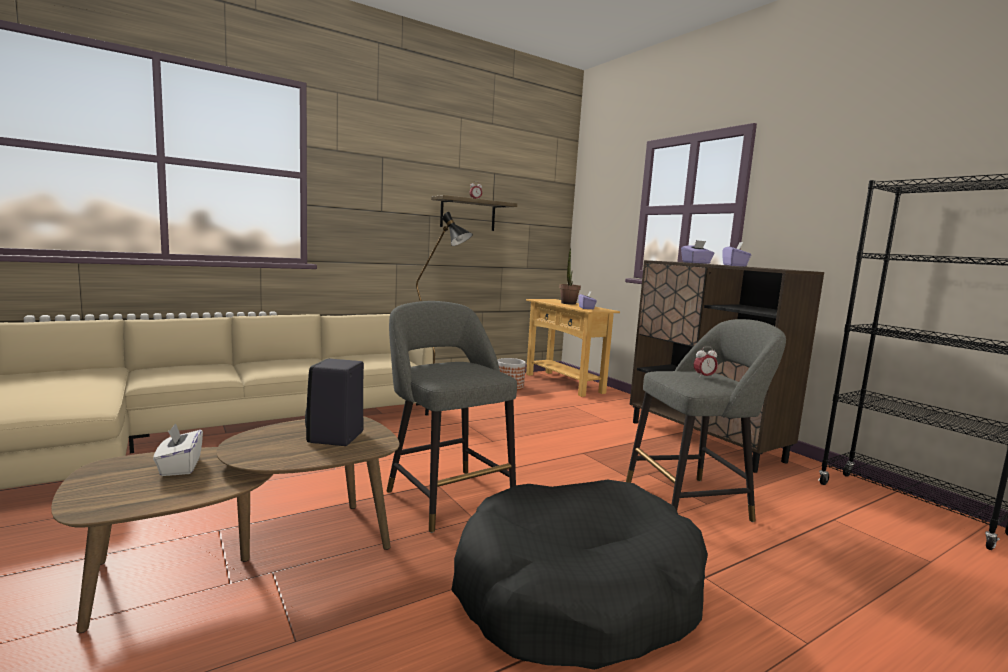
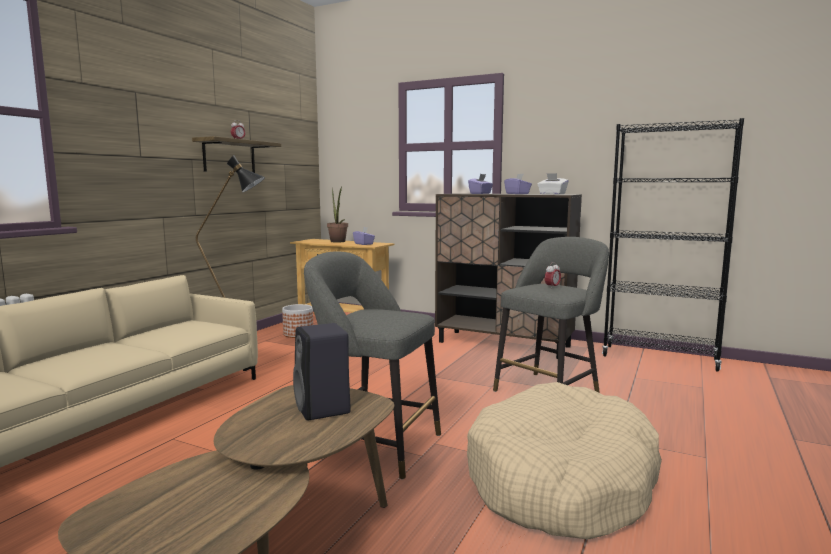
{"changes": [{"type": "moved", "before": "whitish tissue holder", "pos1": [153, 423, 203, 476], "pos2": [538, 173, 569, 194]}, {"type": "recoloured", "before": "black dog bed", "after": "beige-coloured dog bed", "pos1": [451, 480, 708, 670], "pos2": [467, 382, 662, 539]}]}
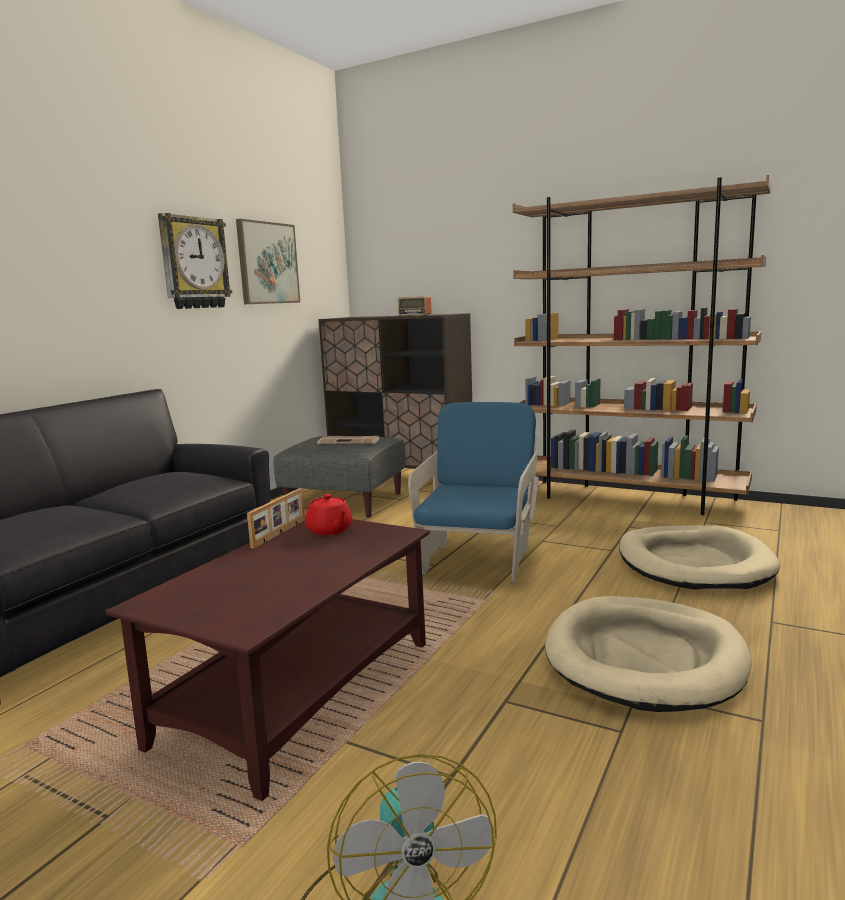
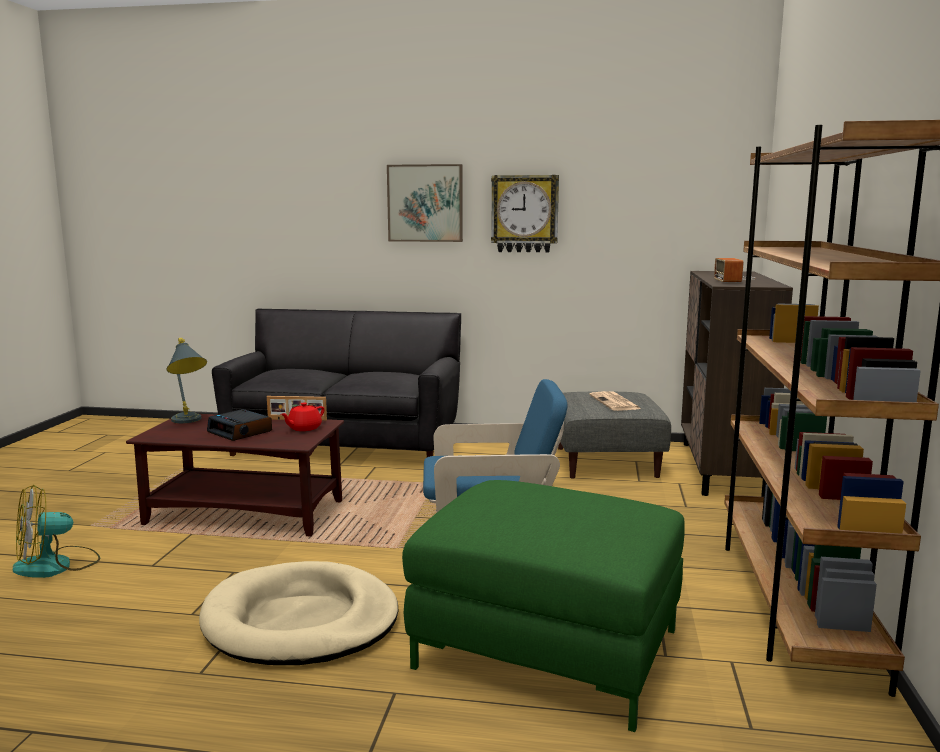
{"changes": [{"type": "added", "after": "grey tabletop lamp", "pos2": [166, 338, 207, 423]}, {"type": "added", "after": "alarm clock", "pos2": [207, 409, 272, 441]}, {"type": "moved", "before": "wall art", "pos1": [236, 219, 300, 304], "pos2": [387, 164, 463, 242]}, {"type": "replaced", "before": "beige-coloured dog bed", "after": "green footrest", "pos1": [619, 525, 780, 590], "pos2": [402, 480, 685, 732]}]}
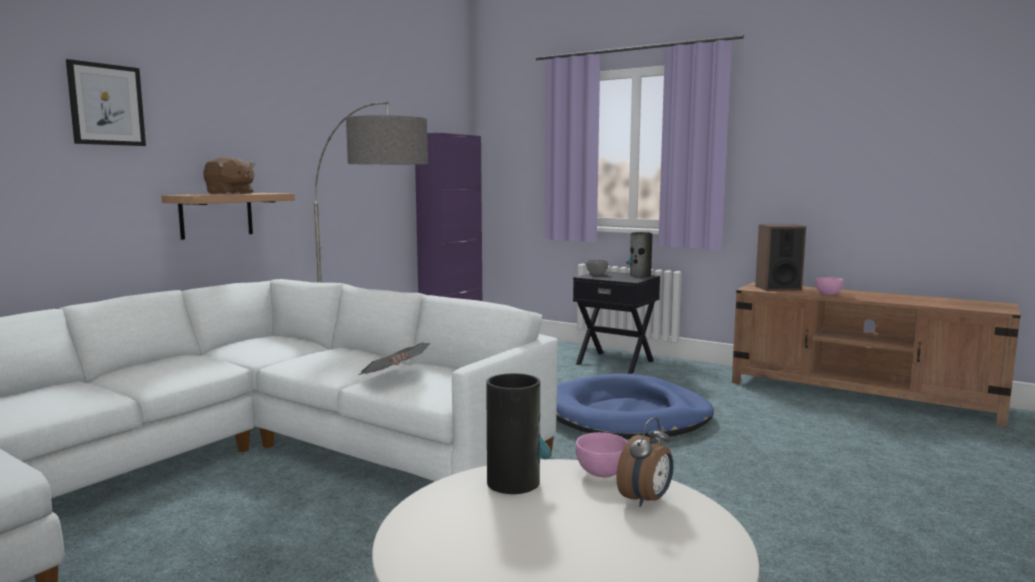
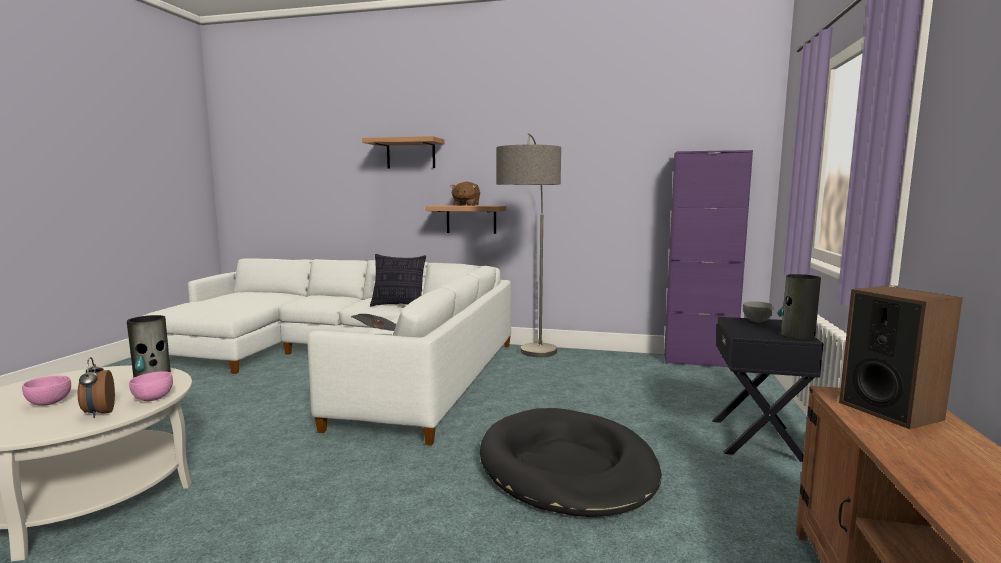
{"changes": [{"type": "added", "after": "pillow", "pos2": [370, 254, 426, 306]}, {"type": "moved", "before": "pinkish deep dish", "pos1": [815, 277, 844, 295], "pos2": [22, 376, 71, 406]}, {"type": "replaced", "before": "wall art", "after": "bracket shelf", "pos1": [66, 59, 146, 146], "pos2": [362, 136, 445, 169]}, {"type": "recoloured", "before": "bluish dog bed", "after": "black dog bed", "pos1": [556, 374, 714, 439], "pos2": [480, 408, 662, 517]}, {"type": "turned", "before": "alarm clock", "pos1": [616, 417, 673, 507], "pos2": [77, 357, 115, 418], "turn": 45}]}
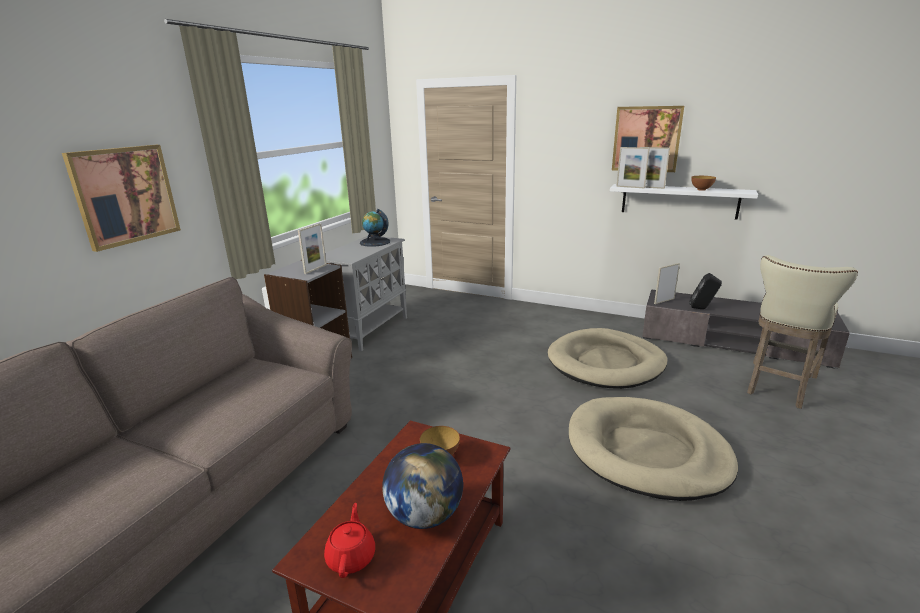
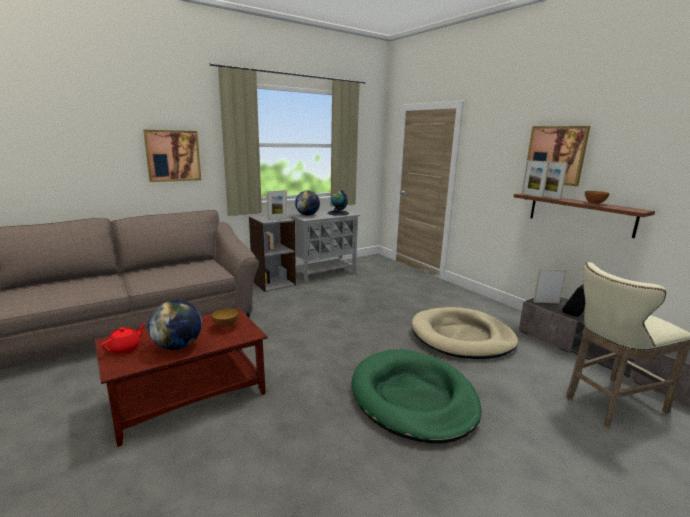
{"changes": [{"type": "added", "after": "world globe", "pos2": [295, 191, 320, 216]}, {"type": "recoloured", "before": "beige-coloured dog bed", "after": "green dog bed", "pos1": [569, 397, 738, 501], "pos2": [352, 349, 482, 443]}, {"type": "recoloured", "before": "whitish bracket shelf", "after": "brownish bracket shelf", "pos1": [610, 184, 758, 220], "pos2": [514, 193, 655, 238]}]}
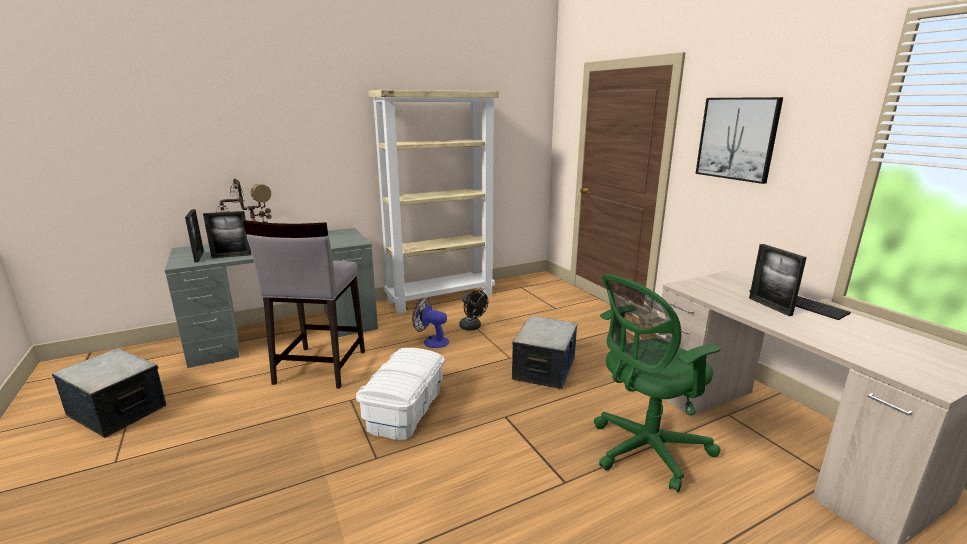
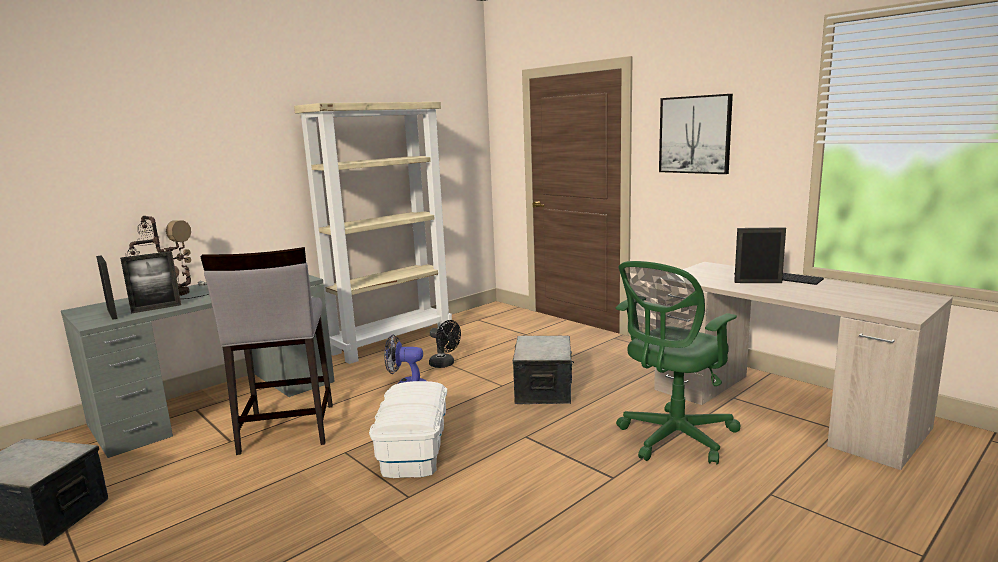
{"changes": [{"type": "turned", "before": "standing frame", "pos1": [749, 244, 807, 316], "pos2": [734, 227, 786, 283], "turn": 135}]}
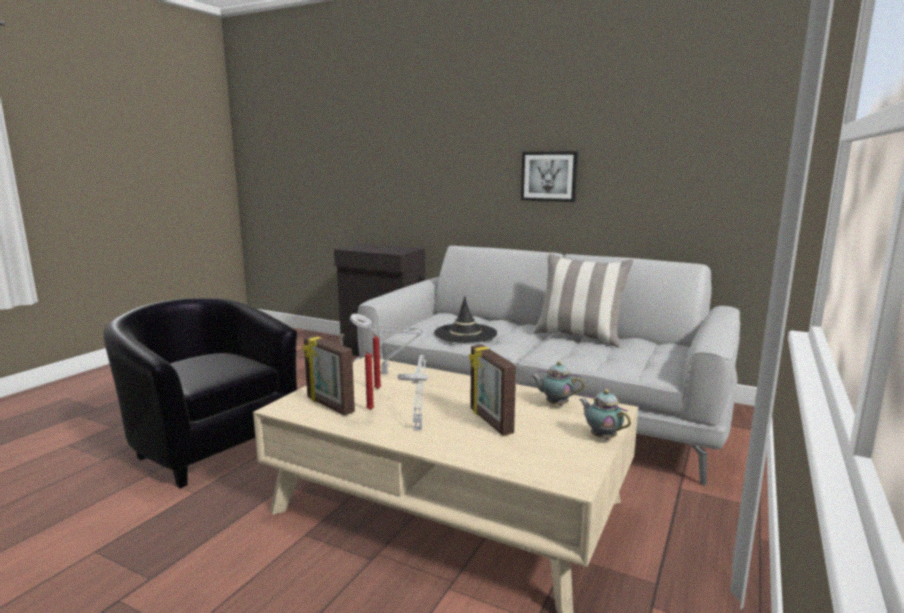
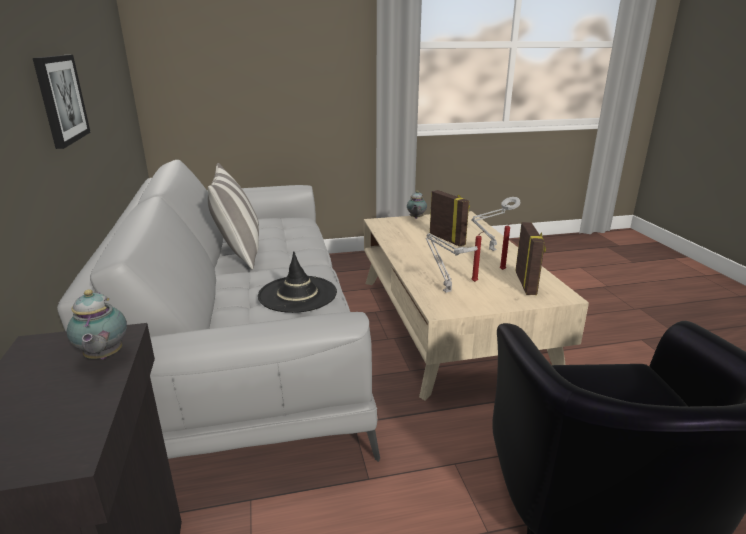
{"changes": [{"type": "moved", "before": "teapot", "pos1": [530, 361, 585, 405], "pos2": [67, 289, 127, 359]}, {"type": "turned", "before": "standing frame", "pos1": [469, 344, 516, 436], "pos2": [430, 190, 470, 247], "turn": -60}]}
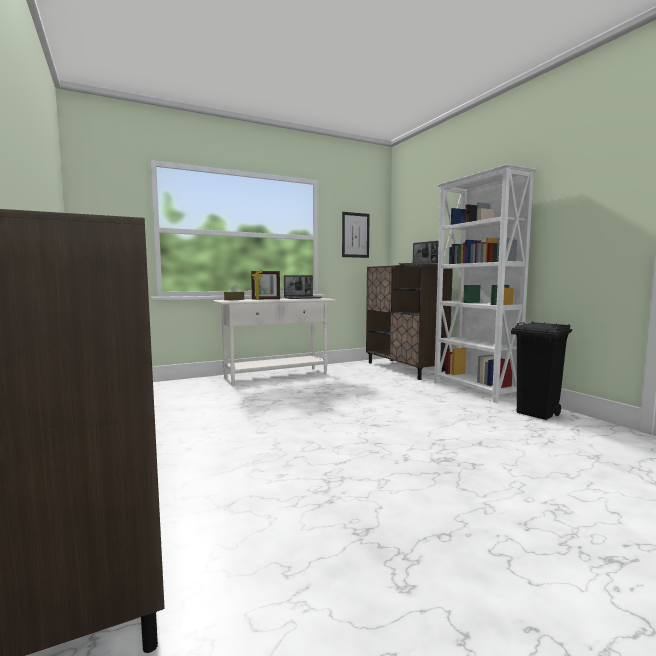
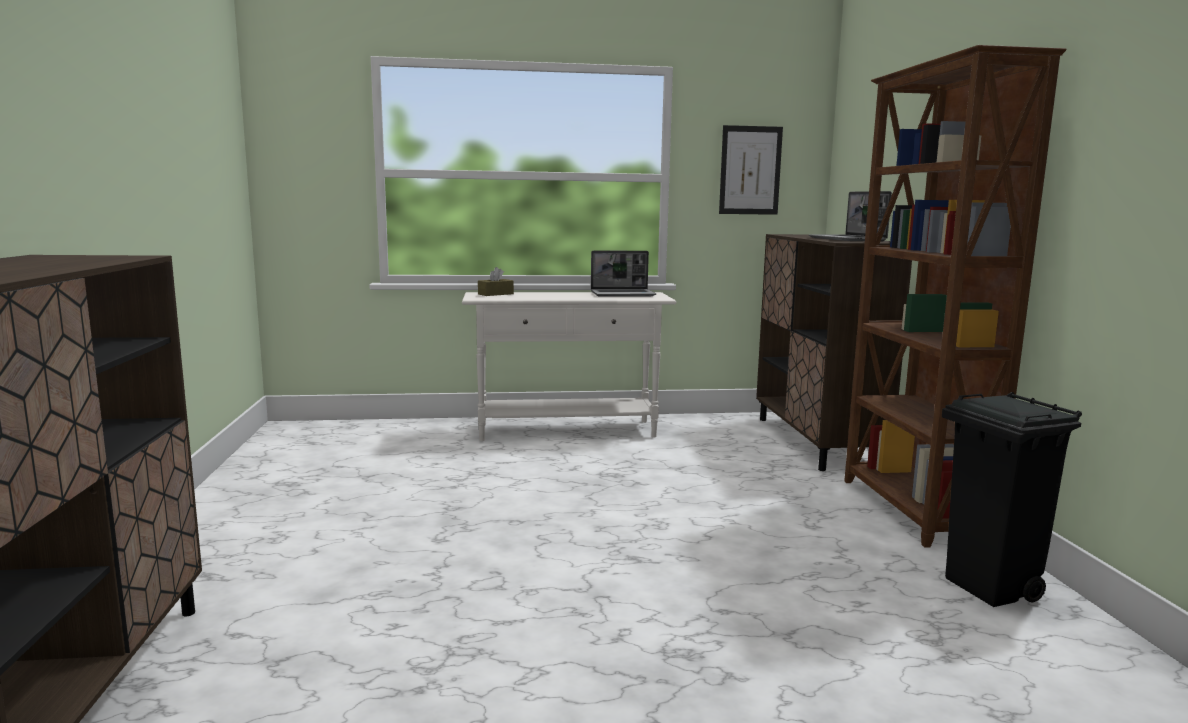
{"changes": [{"type": "removed", "before": "standing frame", "pos1": [251, 270, 280, 300]}, {"type": "recoloured", "before": "whitish bookshelf", "after": "brownish bookshelf", "pos1": [434, 164, 537, 403], "pos2": [844, 45, 1066, 548]}]}
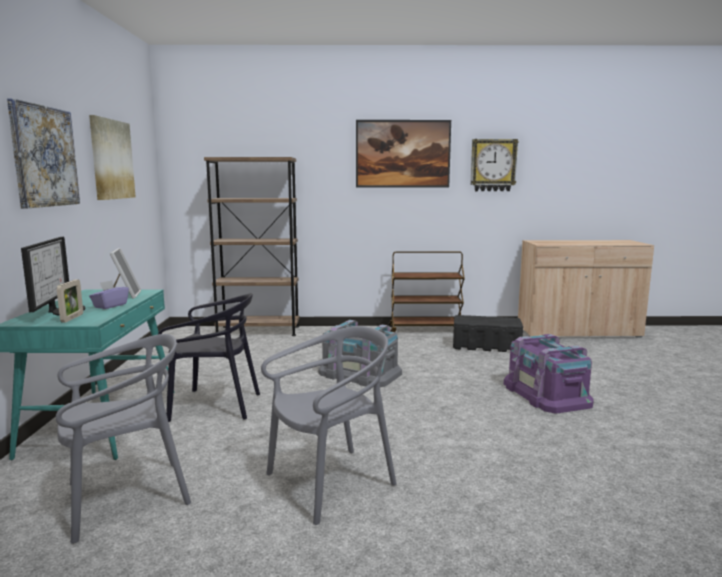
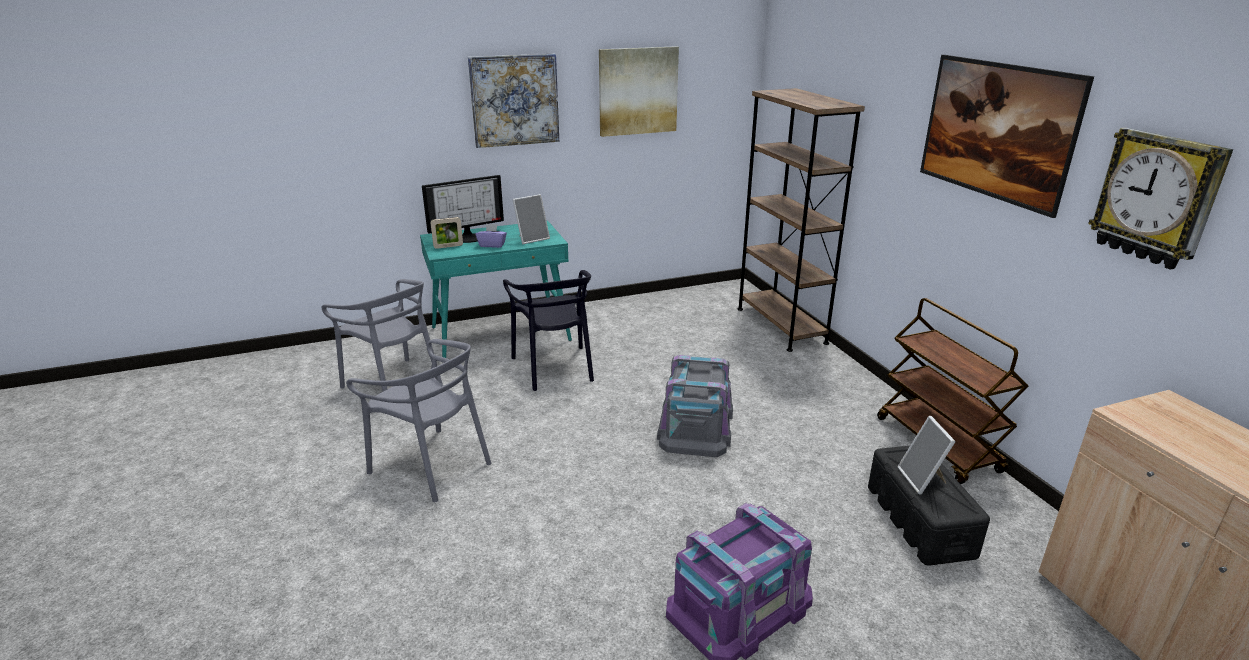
{"changes": [{"type": "added", "after": "standing frame", "pos2": [898, 416, 956, 495]}]}
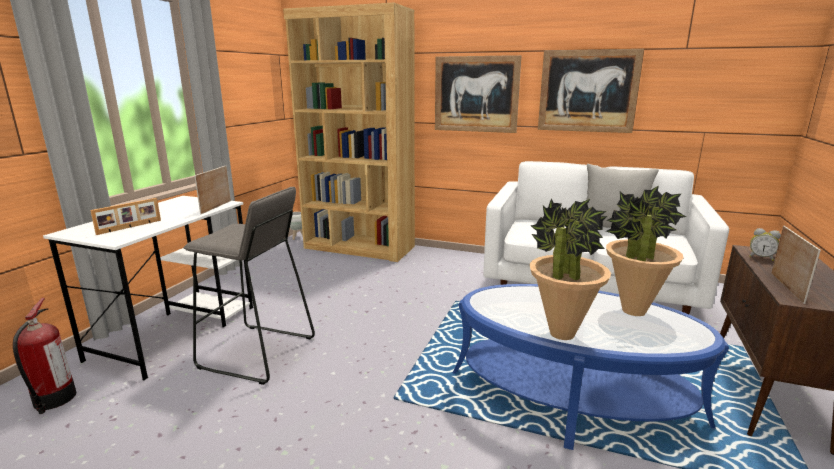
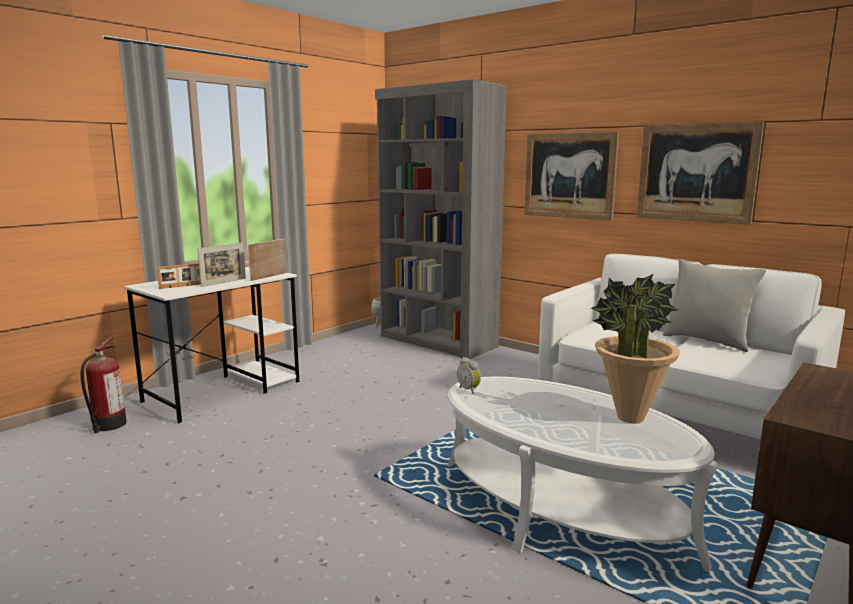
{"changes": [{"type": "removed", "before": "grey stool", "pos1": [183, 187, 315, 385]}, {"type": "removed", "before": "plant in a pot", "pos1": [529, 198, 611, 340]}, {"type": "moved", "before": "alarm clock", "pos1": [749, 228, 781, 261], "pos2": [457, 357, 481, 394]}, {"type": "moved", "before": "standing frame", "pos1": [771, 226, 821, 304], "pos2": [198, 242, 246, 287]}, {"type": "recoloured", "before": "brownish bookshelf", "after": "grey bookshelf", "pos1": [283, 2, 415, 262], "pos2": [375, 79, 507, 359]}, {"type": "recoloured", "before": "bluish coffee table", "after": "whitish coffee table", "pos1": [452, 284, 729, 450], "pos2": [447, 377, 718, 572]}]}
